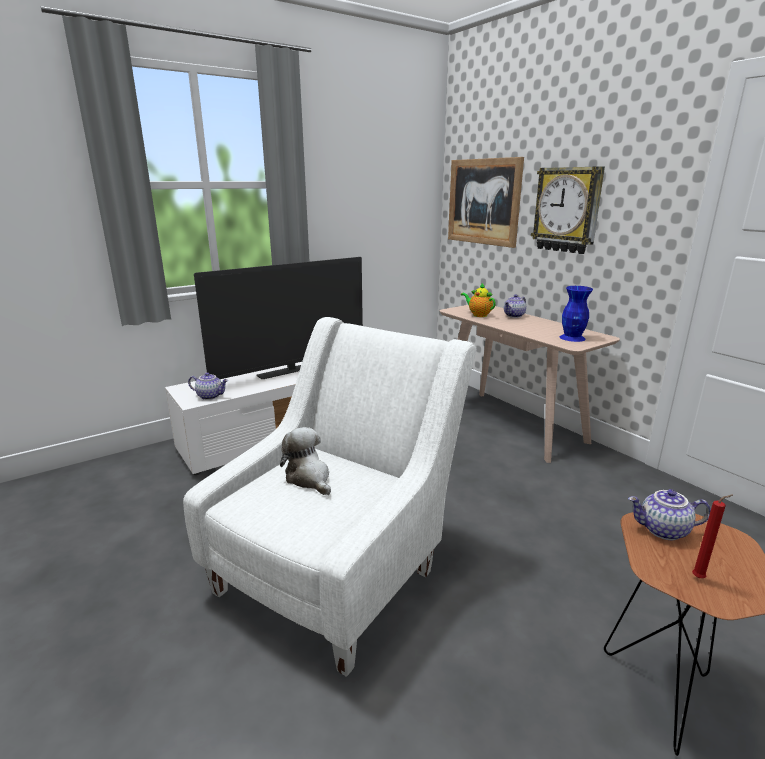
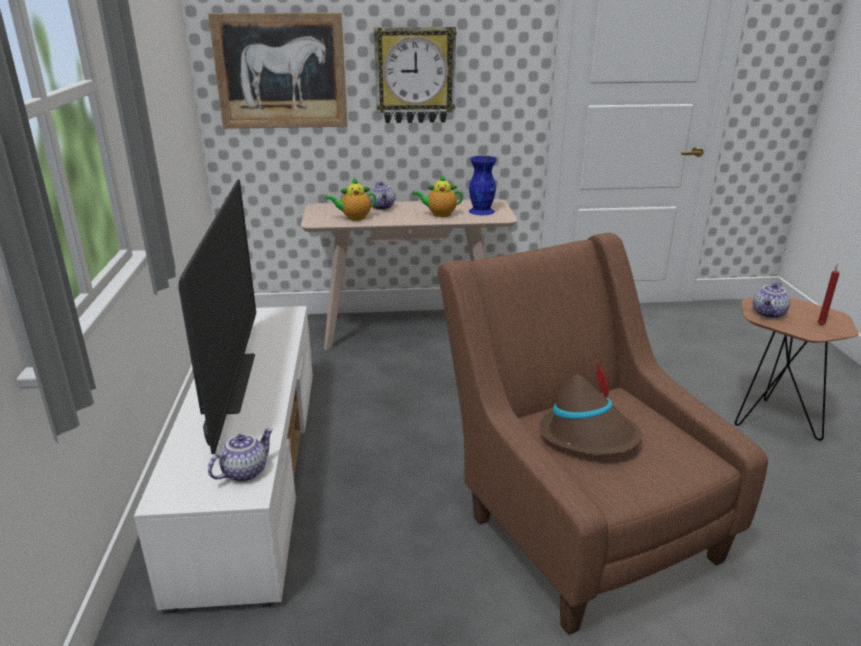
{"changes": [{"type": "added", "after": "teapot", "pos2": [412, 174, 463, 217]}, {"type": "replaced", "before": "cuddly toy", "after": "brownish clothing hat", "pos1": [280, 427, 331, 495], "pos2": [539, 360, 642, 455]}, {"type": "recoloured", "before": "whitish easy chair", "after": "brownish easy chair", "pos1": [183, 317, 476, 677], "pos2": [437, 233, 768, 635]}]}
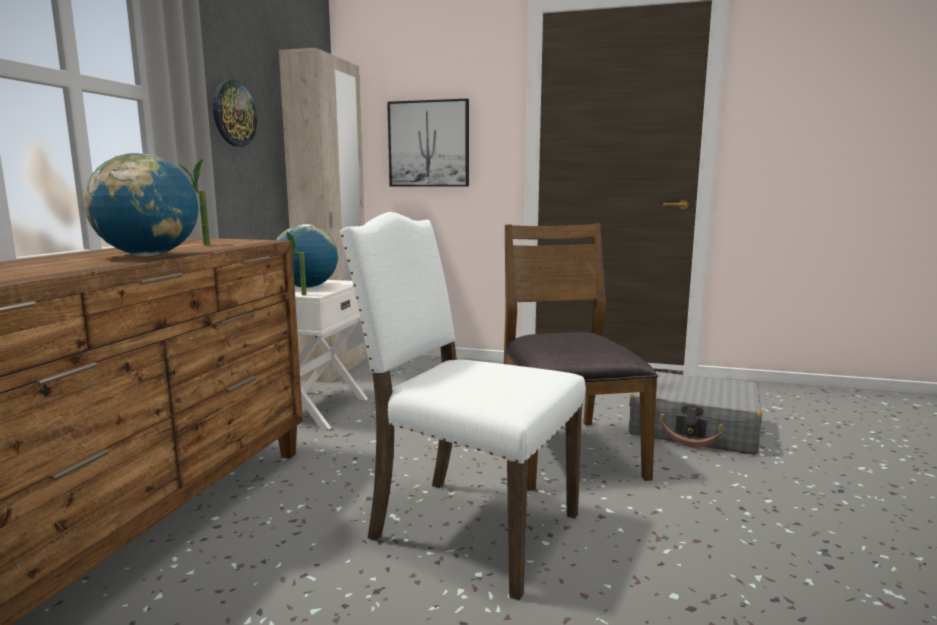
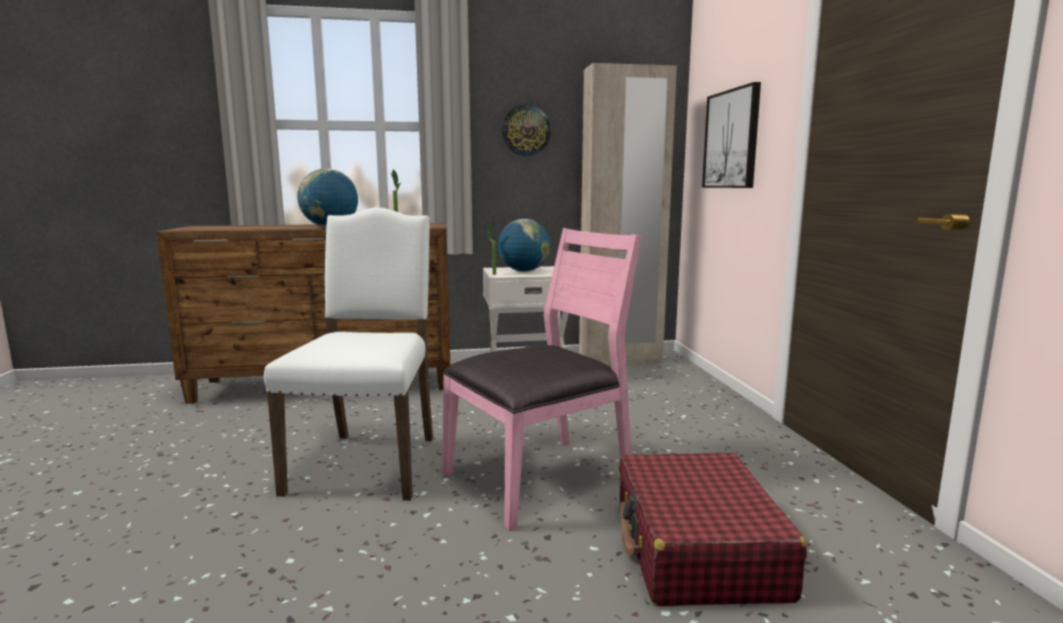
{"changes": [{"type": "recoloured", "before": "brownish plain chair", "after": "pinkish plain chair", "pos1": [504, 224, 658, 491], "pos2": [442, 228, 641, 531]}, {"type": "recoloured", "before": "grey piece of luggage", "after": "red-coloured piece of luggage", "pos1": [629, 371, 762, 455], "pos2": [619, 453, 807, 606]}]}
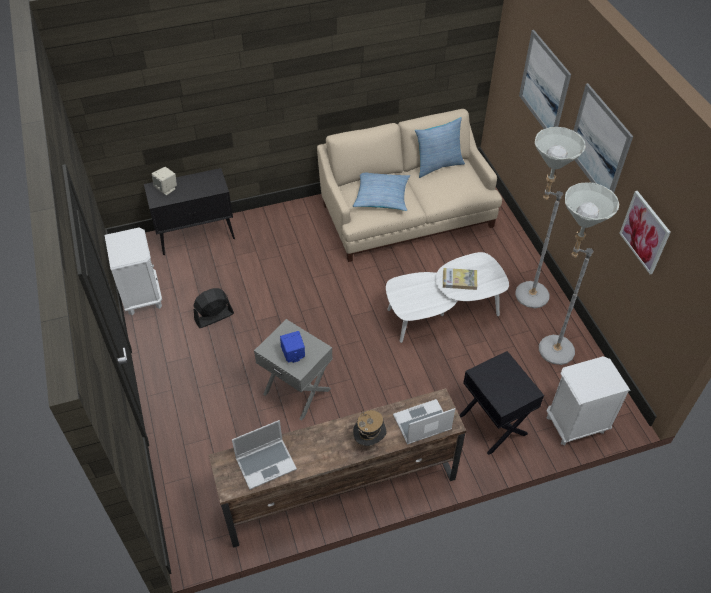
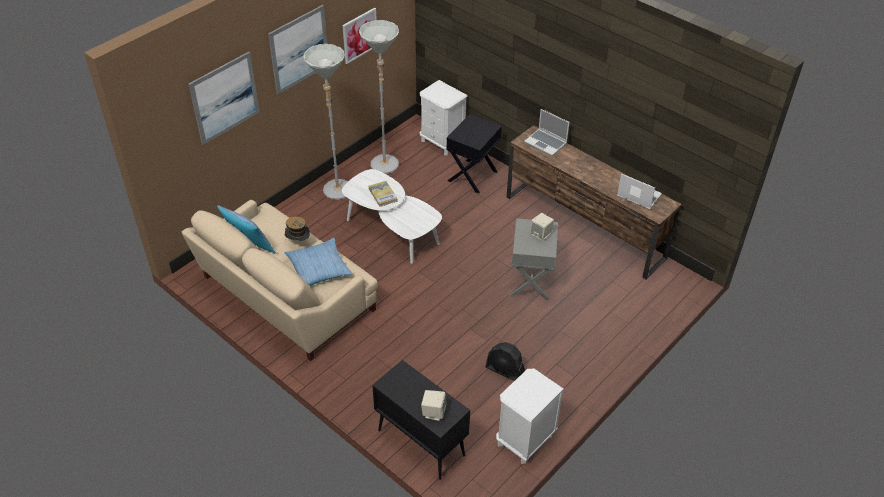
{"changes": [{"type": "moved", "before": "clothing hat", "pos1": [353, 410, 387, 446], "pos2": [285, 216, 310, 242]}, {"type": "recoloured", "before": "bluish speaker", "after": "beige-coloured speaker", "pos1": [280, 331, 305, 363], "pos2": [530, 213, 554, 241]}]}
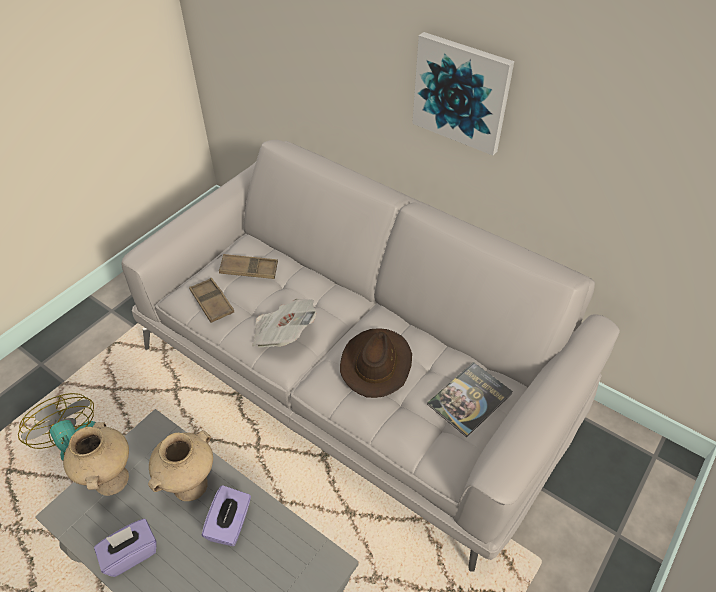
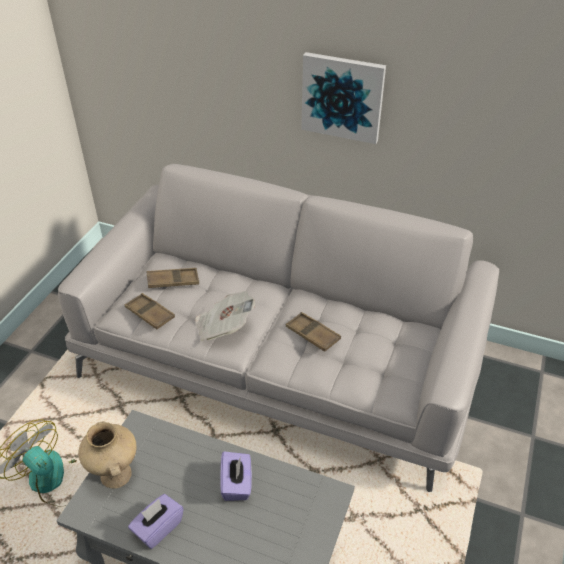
{"changes": [{"type": "removed", "before": "beige-coloured vase", "pos1": [148, 430, 213, 501]}, {"type": "removed", "before": "bound book", "pos1": [427, 362, 513, 437]}, {"type": "replaced", "before": "brownish clothing hat", "after": "brownish tray", "pos1": [340, 328, 412, 398], "pos2": [286, 312, 341, 351]}]}
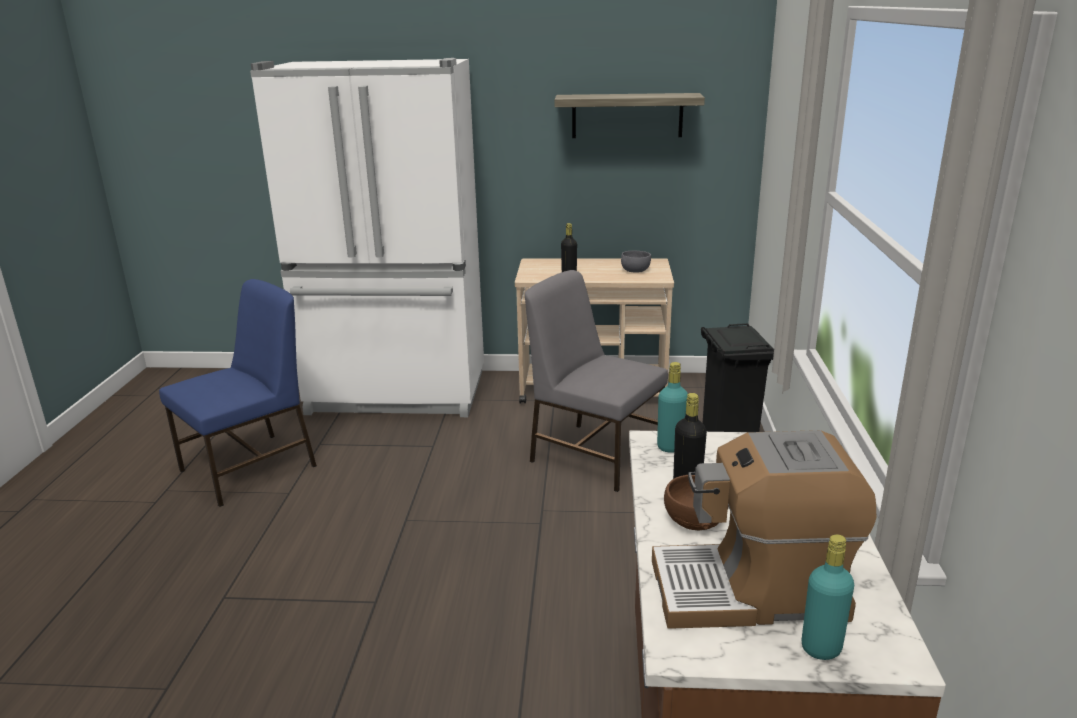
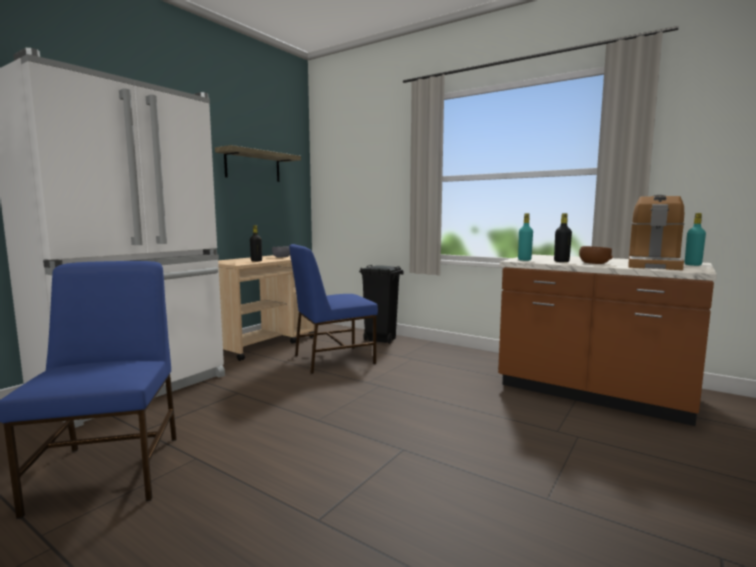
{"changes": [{"type": "recoloured", "before": "grey plain chair", "after": "bluish plain chair", "pos1": [525, 270, 668, 492], "pos2": [289, 244, 378, 374]}]}
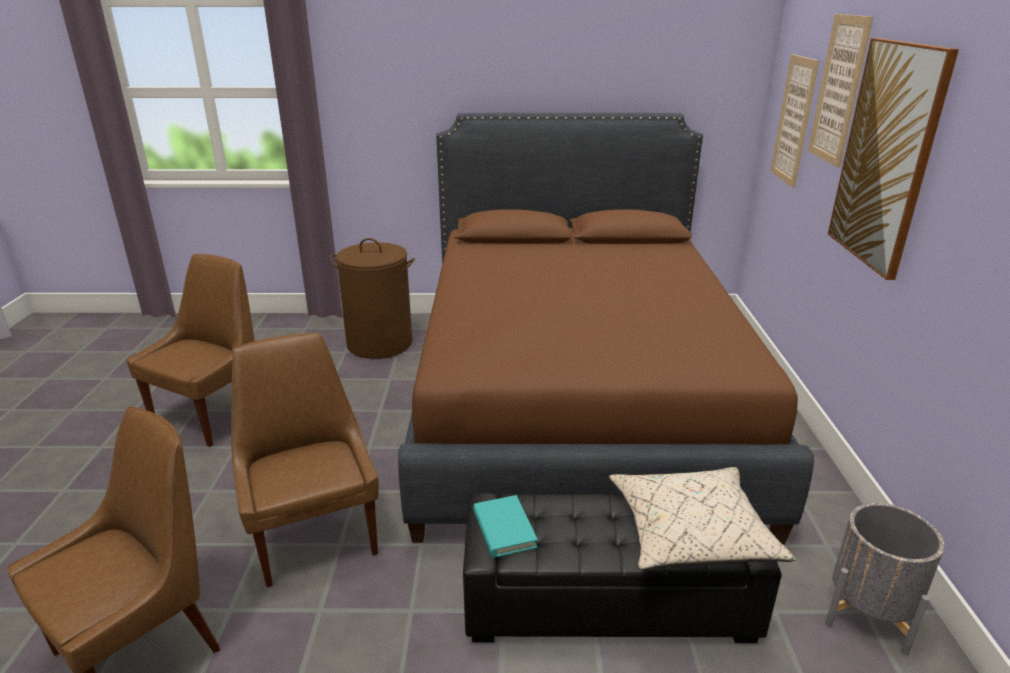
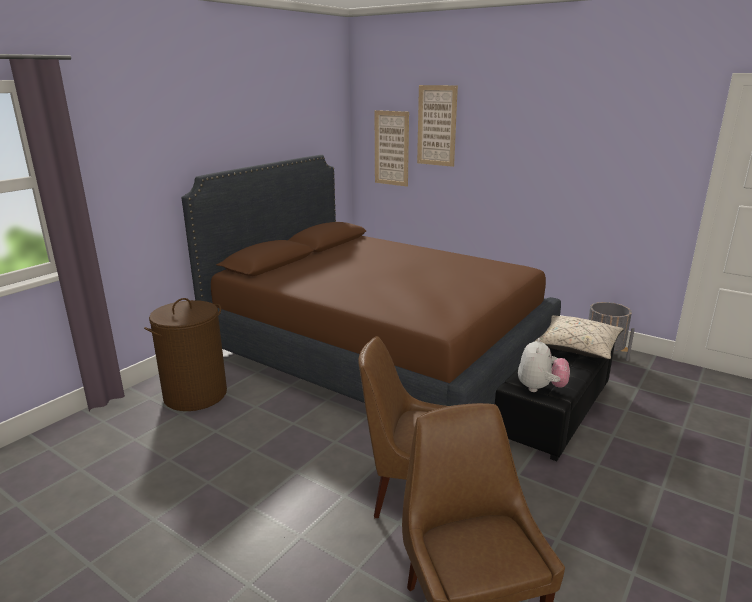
{"changes": [{"type": "removed", "before": "brownish plain chair", "pos1": [126, 254, 255, 447]}, {"type": "removed", "before": "wall art", "pos1": [828, 38, 959, 280]}, {"type": "replaced", "before": "turquoise bound book", "after": "cuddly toy", "pos1": [473, 495, 538, 558], "pos2": [518, 338, 570, 392]}]}
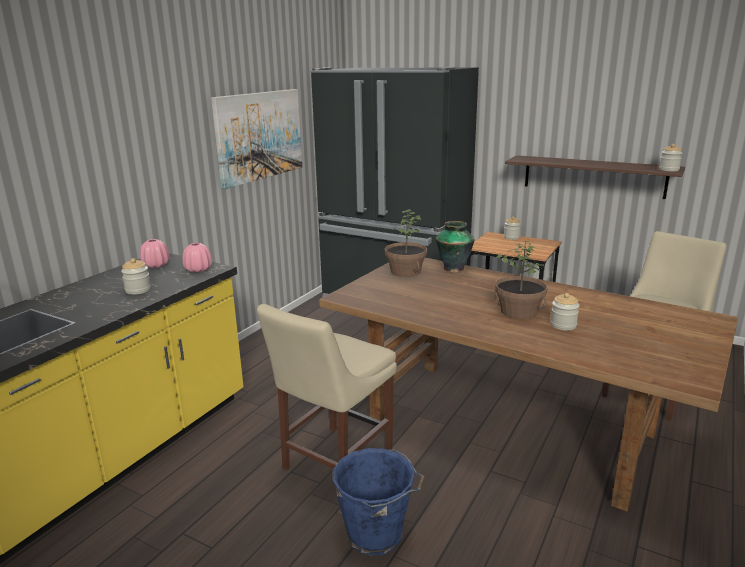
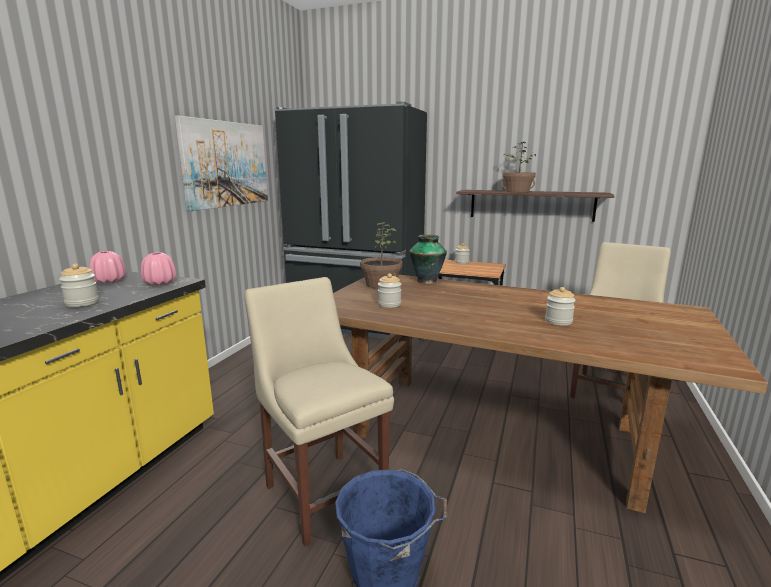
{"changes": [{"type": "moved", "before": "plant in a pot", "pos1": [494, 241, 548, 319], "pos2": [501, 142, 536, 192]}, {"type": "moved", "before": "jar", "pos1": [659, 144, 683, 171], "pos2": [378, 273, 402, 308]}, {"type": "turned", "before": "beige-coloured plain chair", "pos1": [257, 304, 397, 471], "pos2": [244, 277, 394, 547], "turn": 120}]}
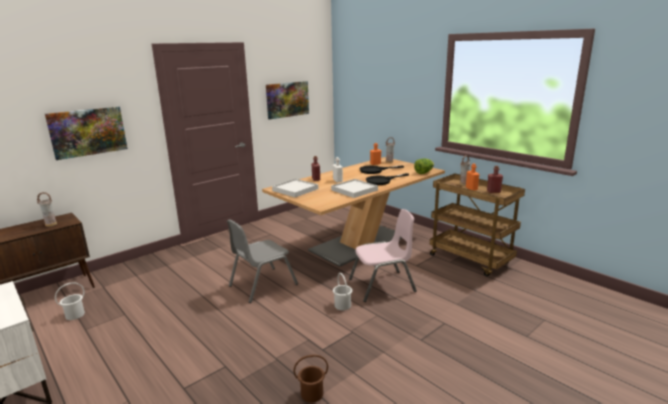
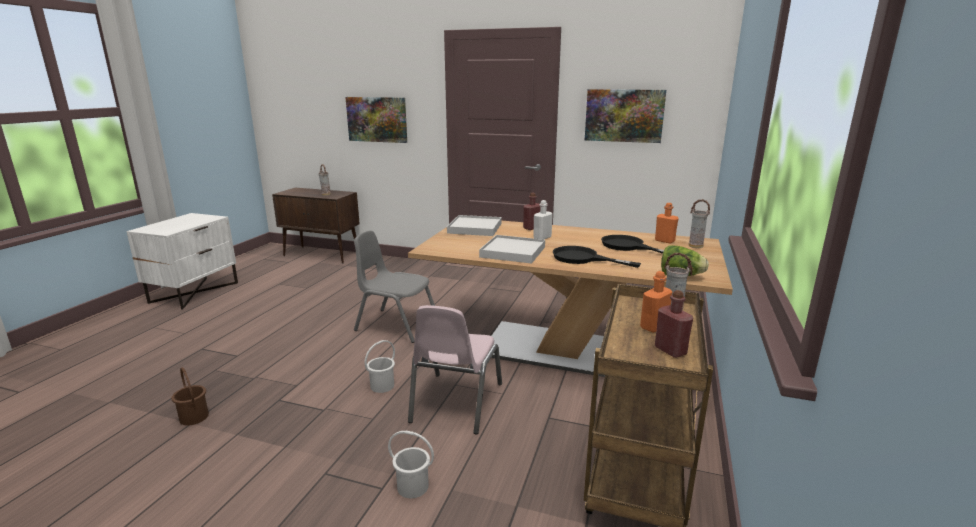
{"changes": [{"type": "moved", "before": "whitish water bucket", "pos1": [55, 282, 85, 320], "pos2": [388, 431, 434, 498]}, {"type": "turned", "before": "pinkish plain chair", "pos1": [349, 209, 417, 302], "pos2": [408, 305, 502, 434], "turn": 60}]}
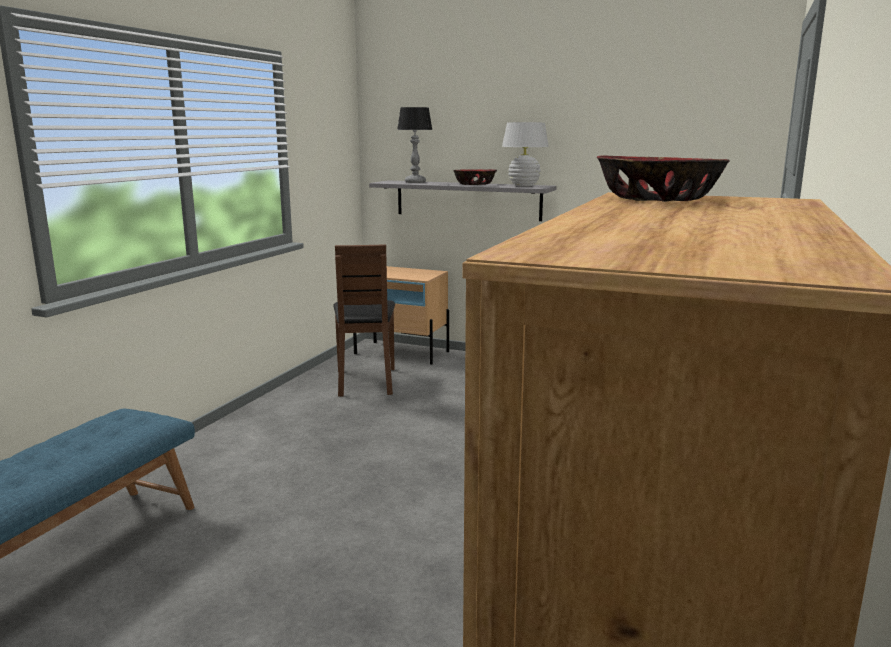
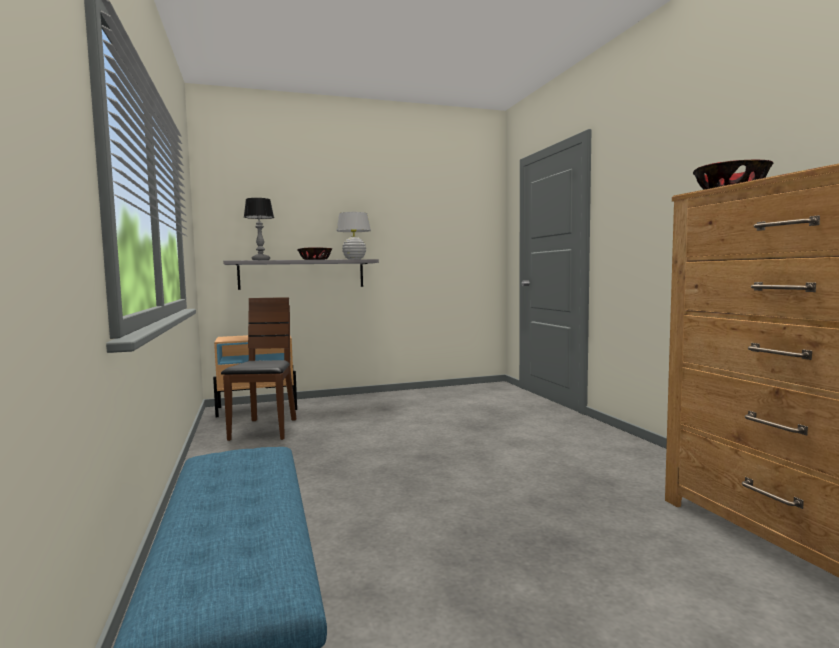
{"changes": [{"type": "turned", "before": "brownish plain chair", "pos1": [333, 244, 395, 397], "pos2": [221, 297, 297, 441], "turn": -135}]}
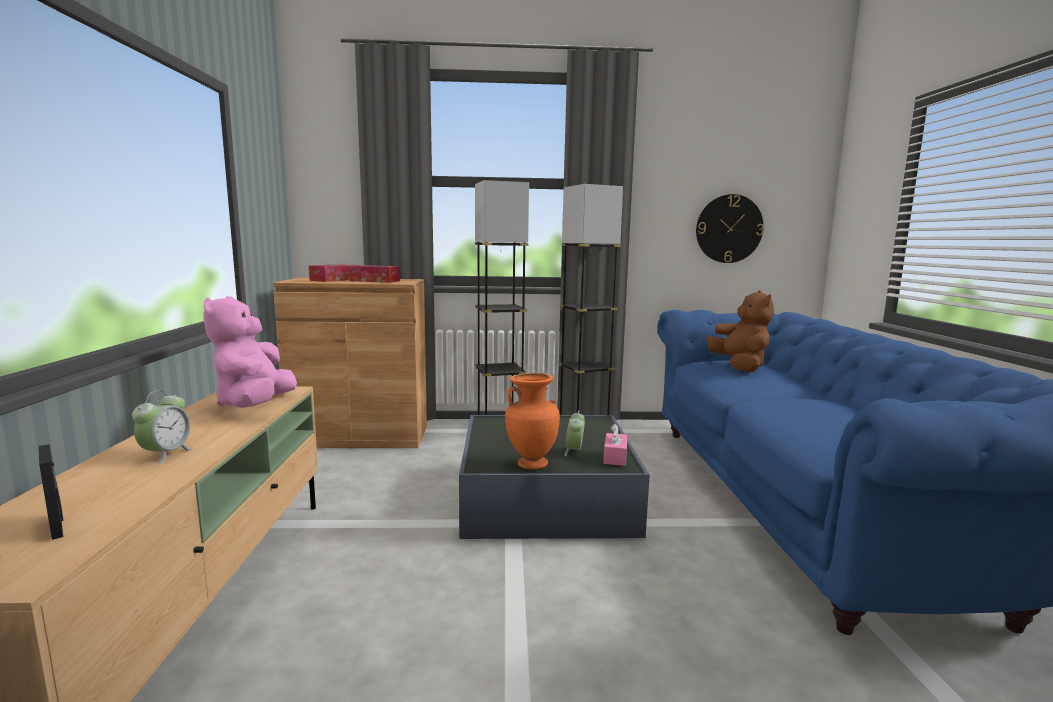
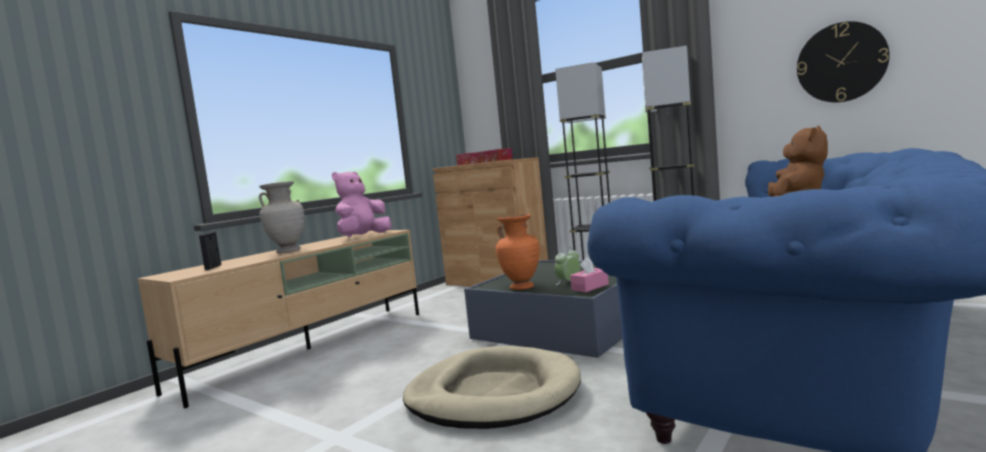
{"changes": [{"type": "added", "after": "beige-coloured dog bed", "pos2": [403, 346, 581, 429]}, {"type": "replaced", "before": "alarm clock", "after": "beige-coloured vase", "pos1": [132, 390, 194, 464], "pos2": [259, 181, 304, 253]}]}
